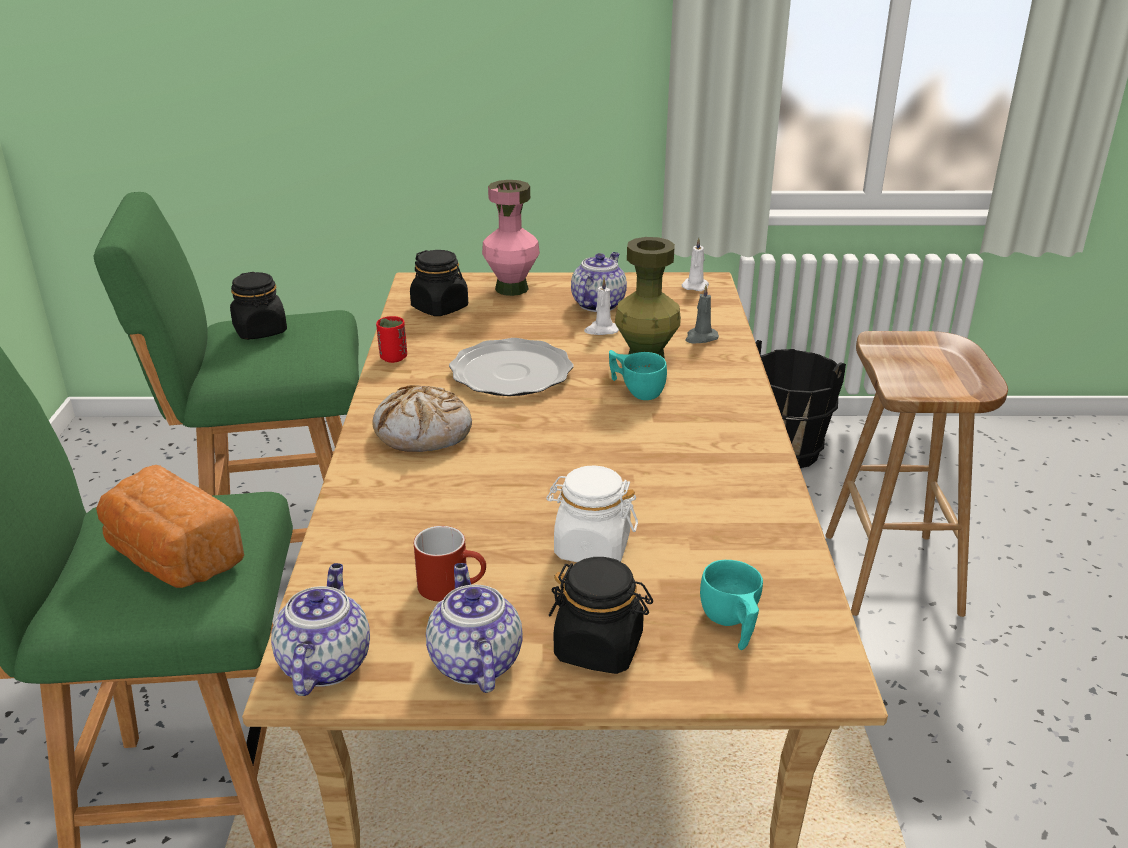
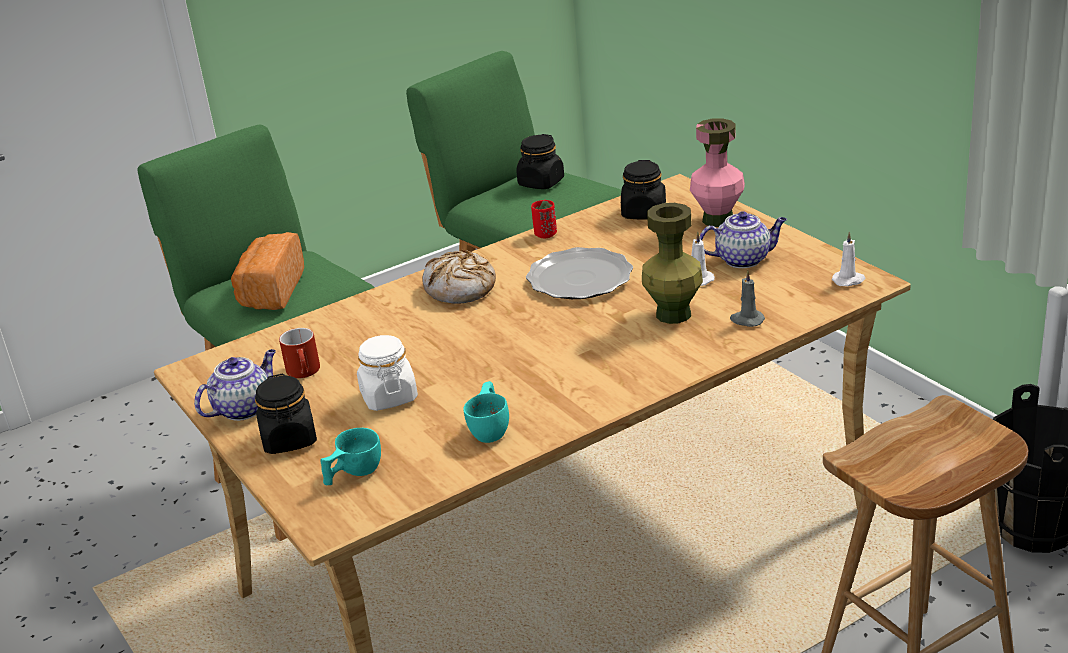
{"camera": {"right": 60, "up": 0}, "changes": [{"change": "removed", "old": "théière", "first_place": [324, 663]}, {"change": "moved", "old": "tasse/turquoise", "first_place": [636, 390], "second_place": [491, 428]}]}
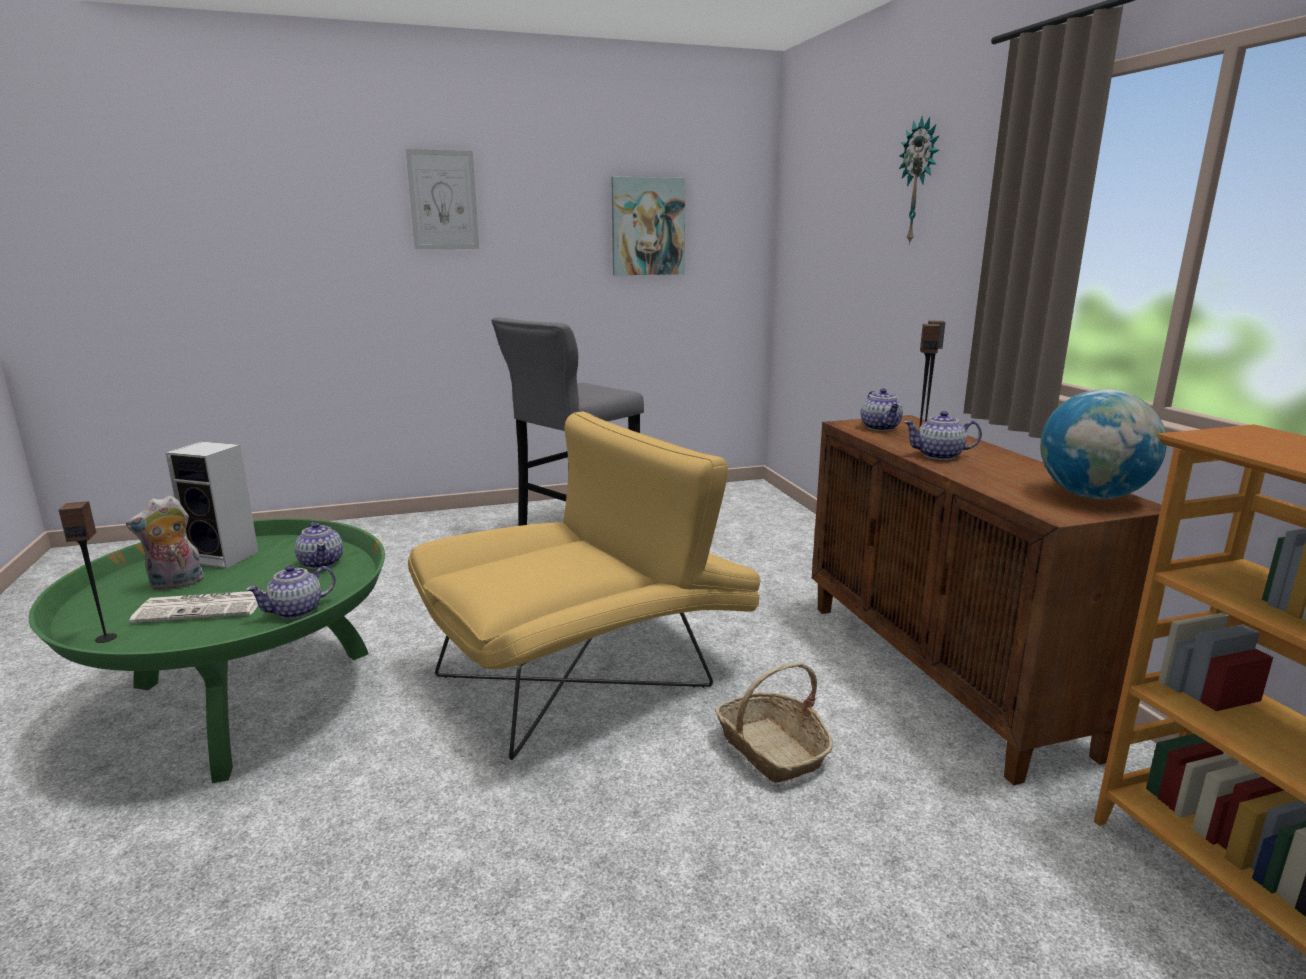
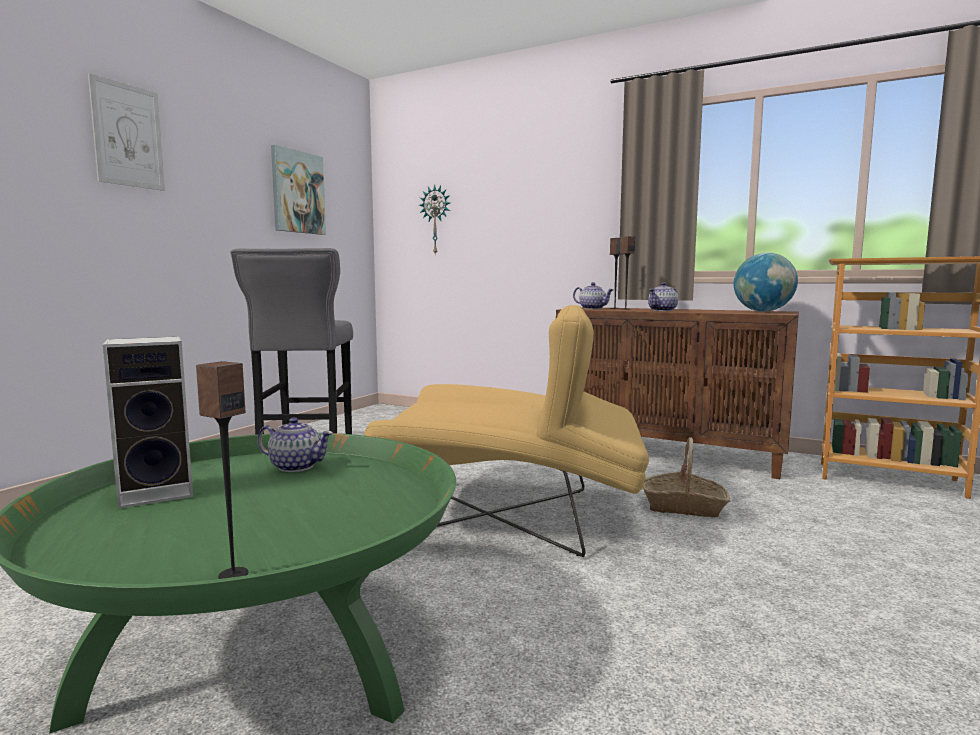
{"camera": {"right": -45, "up": -10}, "changes": [{"change": "removed", "old": "peluche", "first_place": [176, 584]}, {"change": "removed", "old": "journal", "first_place": [204, 607]}, {"change": "removed", "old": "théière", "first_place": [297, 611]}, {"change": "moved", "old": "horloge murale", "first_place": [920, 181], "second_place": [436, 220]}, {"change": "turned", "old": "fauteuil/jaune", "first_place": [589, 671], "second_place": [513, 516], "degrees": 90}]}
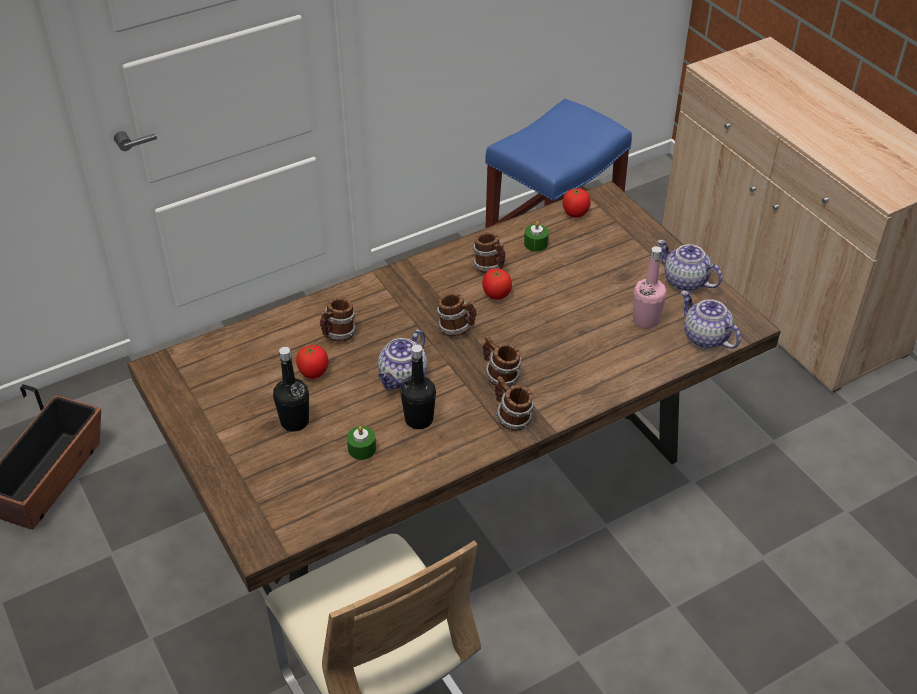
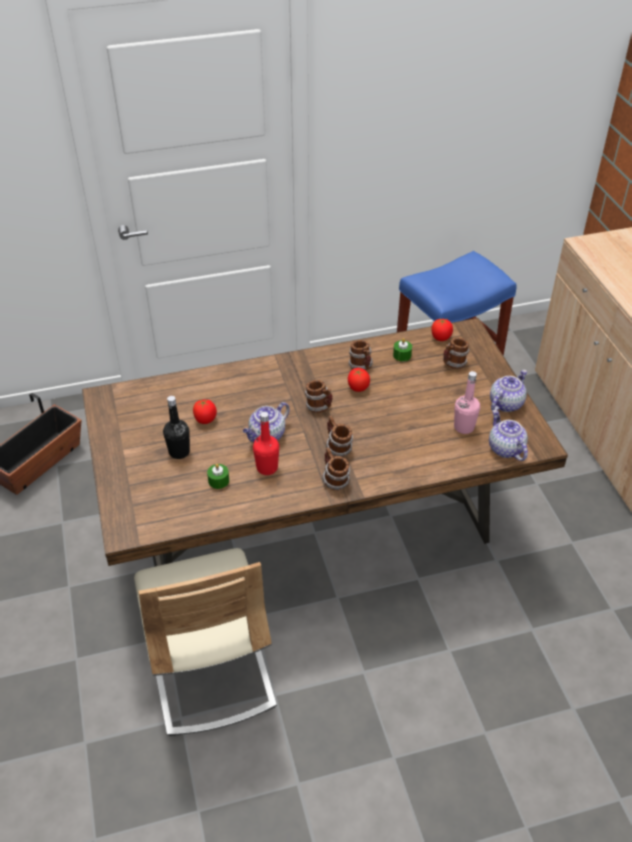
{"camera": {"right": 15, "up": 0}, "changes": [{"change": "moved", "old": "mug", "first_place": [338, 335], "second_place": [453, 364]}, {"change": "recoloured", "old": "bouteille/noir", "new": "bouteille/rouge", "first_place": [419, 419], "second_place": [267, 468]}, {"change": "turned", "old": "théière", "first_place": [684, 281], "second_place": [505, 403], "degrees": 75}]}
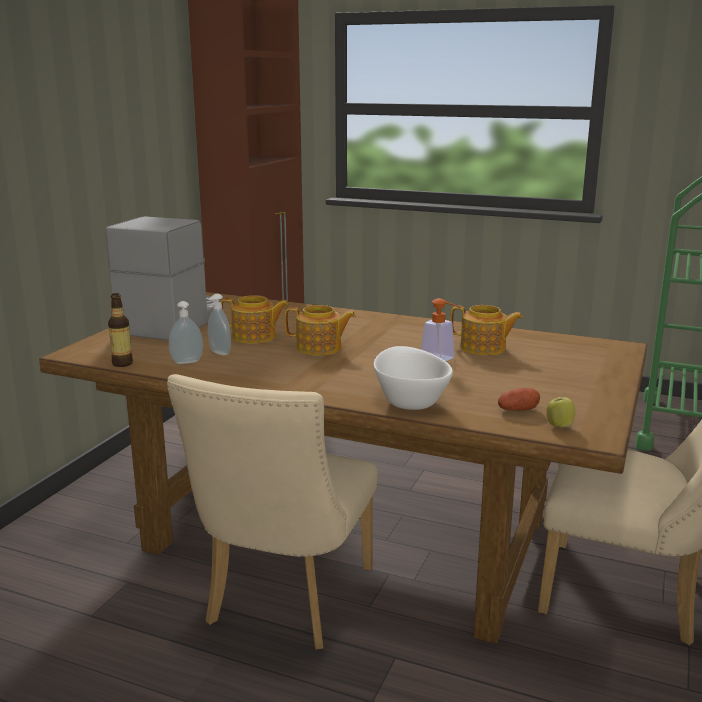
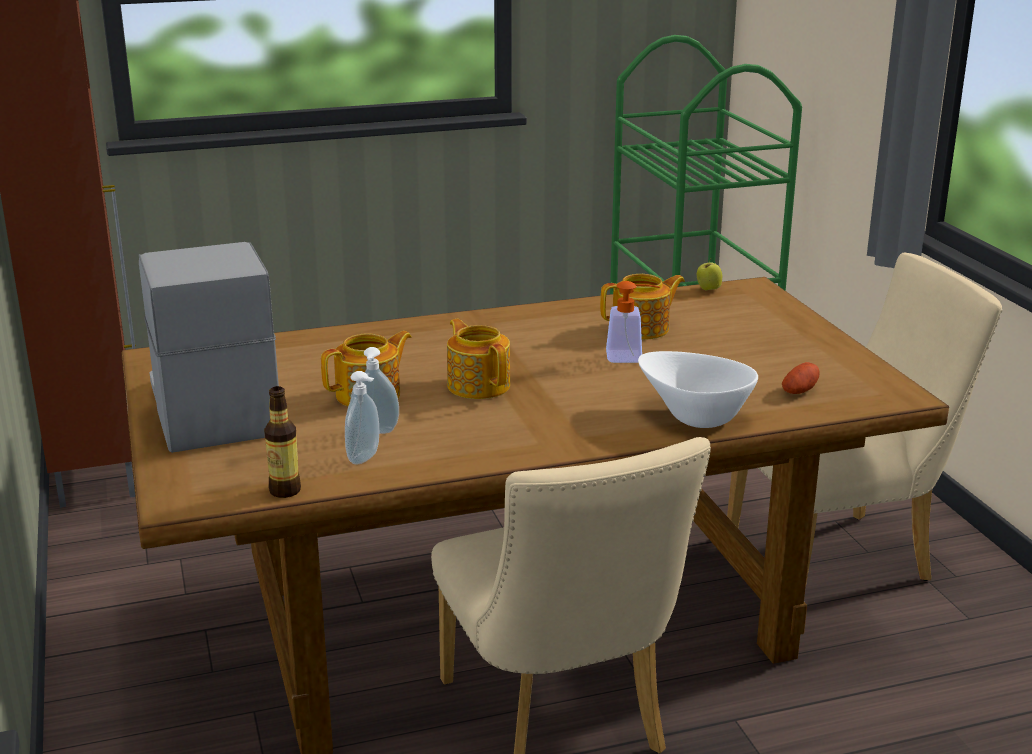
{"camera": {"right": -40, "up": 5}, "changes": [{"change": "moved", "old": "pomme", "first_place": [559, 426], "second_place": [708, 290]}, {"change": "turned", "old": "théière", "first_place": [320, 348], "second_place": [478, 385], "degrees": -90}]}
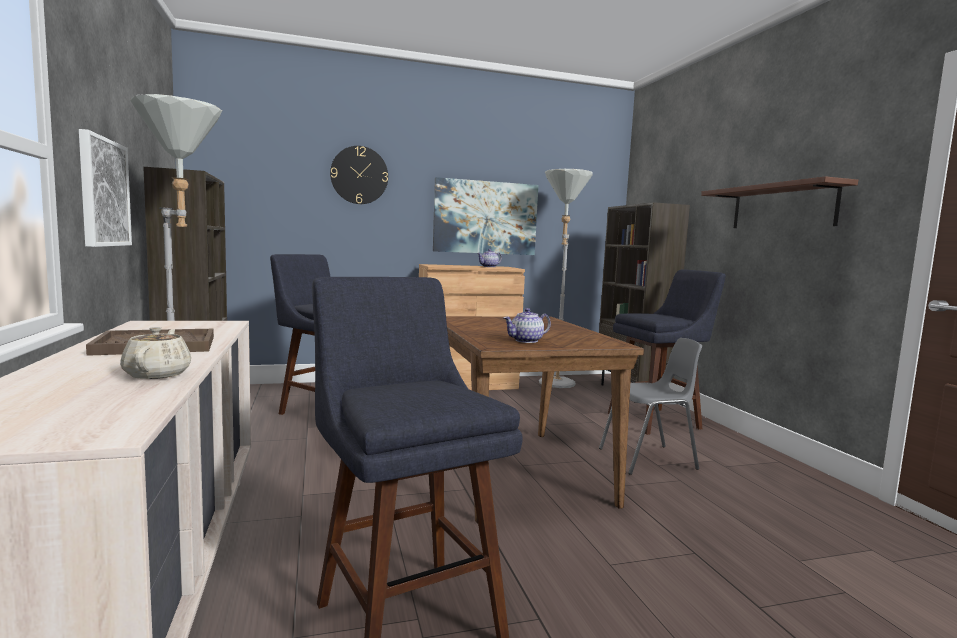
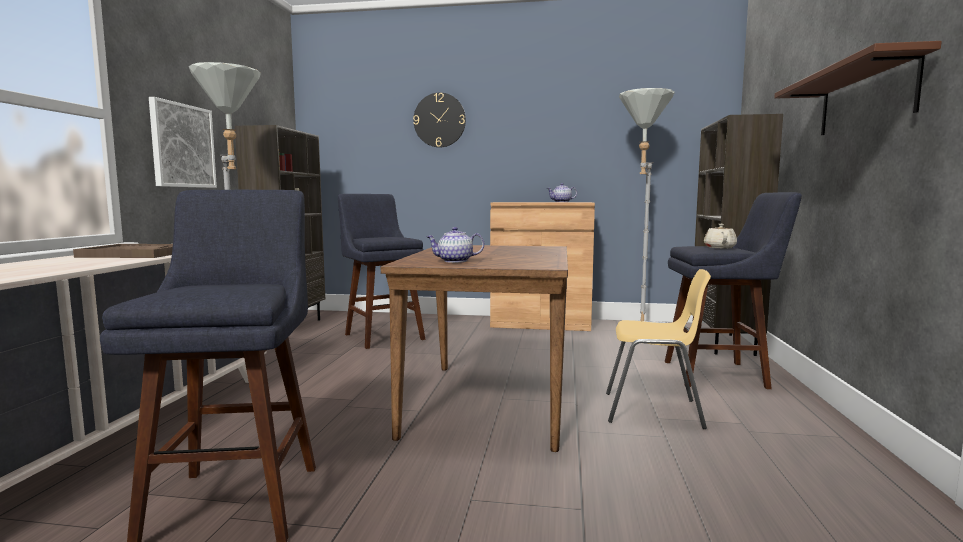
{"camera": {"right": 25, "up": 0}, "changes": [{"change": "removed", "old": "tableau", "first_place": [485, 217]}, {"change": "moved", "old": "théière/beige", "first_place": [158, 374], "second_place": [719, 247]}, {"change": "recoloured", "old": "chaise/gris", "new": "chaise/jaune", "first_place": [648, 459], "second_place": [653, 411]}]}
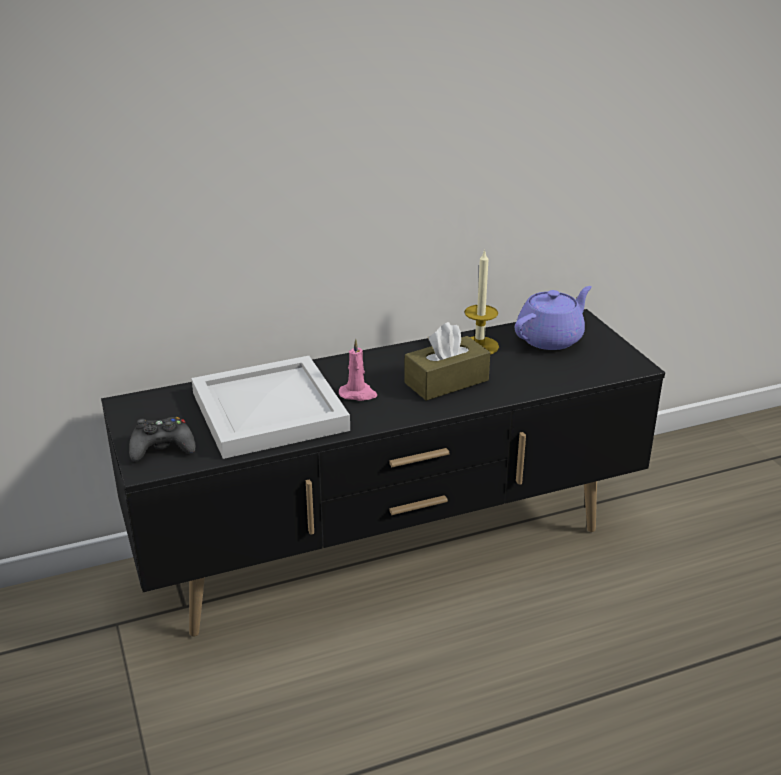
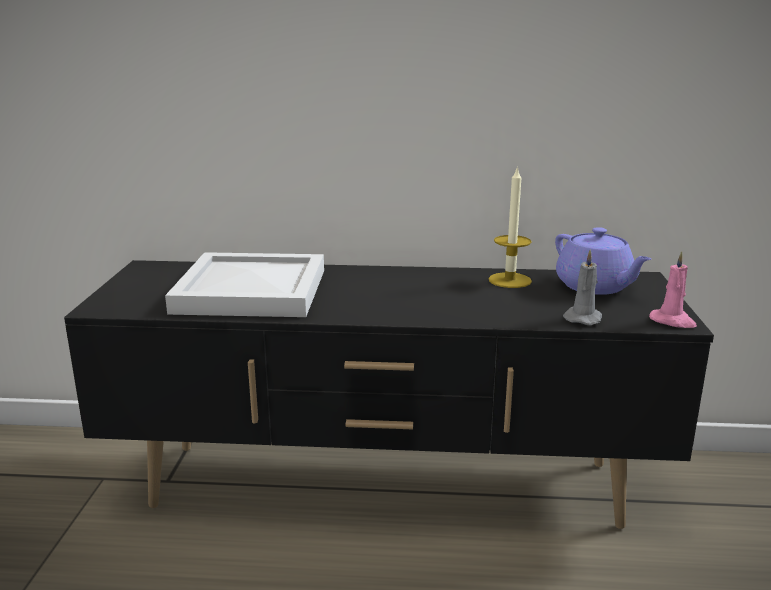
{"camera": {"right": 25, "up": -10}, "changes": [{"change": "removed", "old": "manette/noir", "first_place": [162, 447]}, {"change": "removed", "old": "boîte à mouchoirs/marron", "first_place": [446, 381]}, {"change": "added", "new": "bougie/gris", "second_place": [583, 318]}, {"change": "moved", "old": "bougie/rose", "first_place": [358, 394], "second_place": [673, 321]}, {"change": "turned", "old": "théière/violet", "first_place": [551, 338], "second_place": [595, 287], "degrees": 75}]}
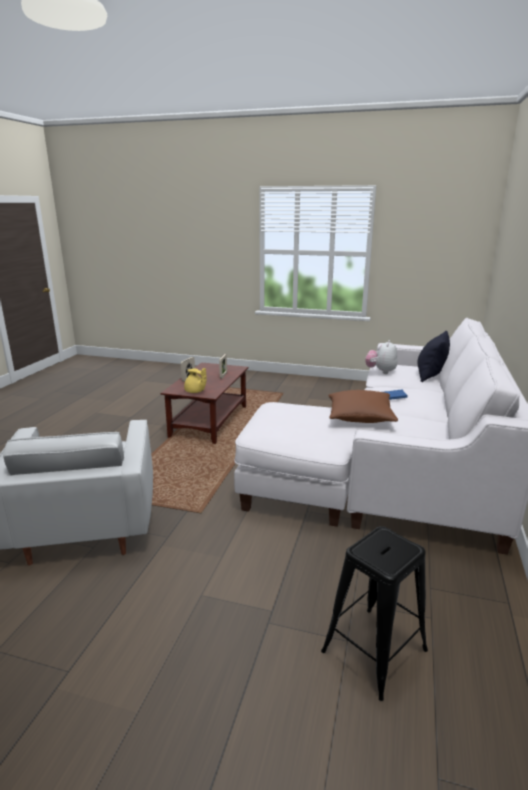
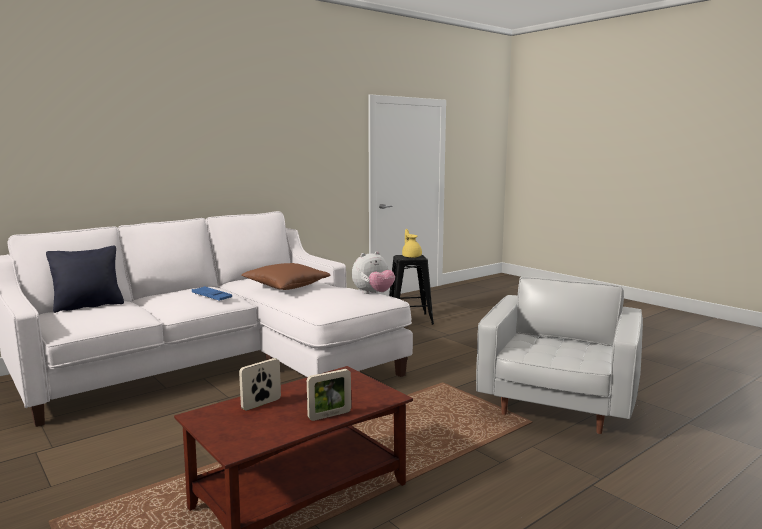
{"camera": {"right": -145, "up": -10}, "changes": [{"change": "moved", "old": "théière/jaune", "first_place": [195, 391], "second_place": [411, 257]}, {"change": "moved", "old": "peluche", "first_place": [381, 371], "second_place": [373, 294]}]}
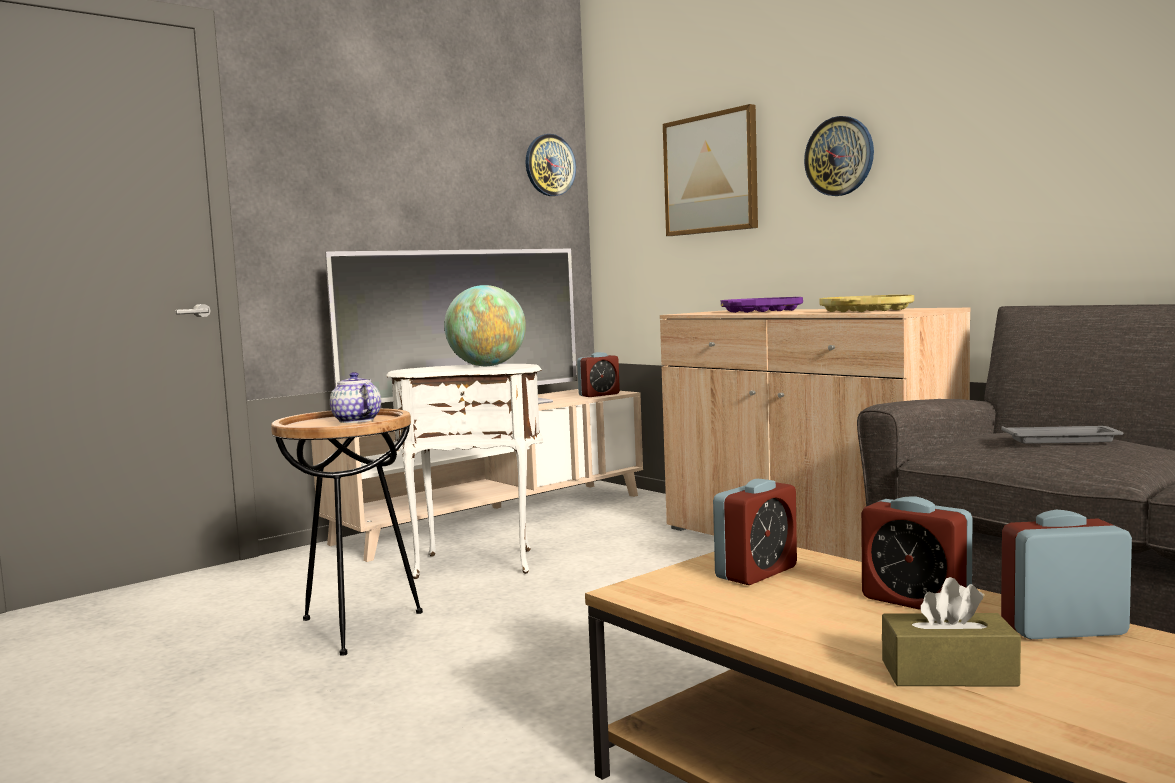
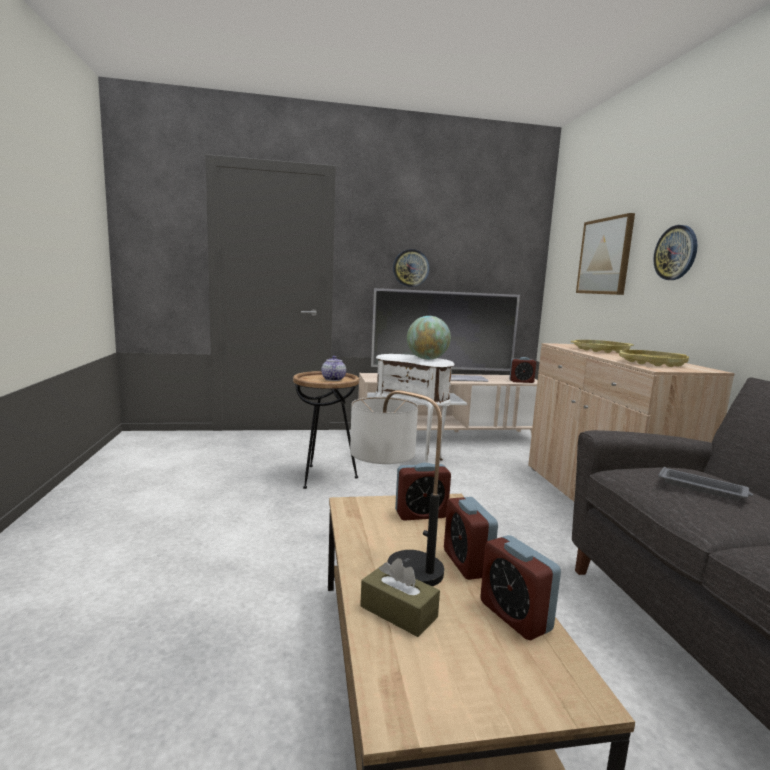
{"camera": {"right": 30, "up": 5}, "changes": [{"change": "added", "new": "lampe de table", "second_place": [393, 559]}, {"change": "moved", "old": "horloge murale", "first_place": [549, 165], "second_place": [411, 268]}, {"change": "recoloured", "old": "plateau/violet", "new": "plateau/jaune", "first_place": [762, 311], "second_place": [601, 350]}, {"change": "turned", "old": "réveil", "first_place": [1063, 629], "second_place": [515, 616], "degrees": -150}]}
